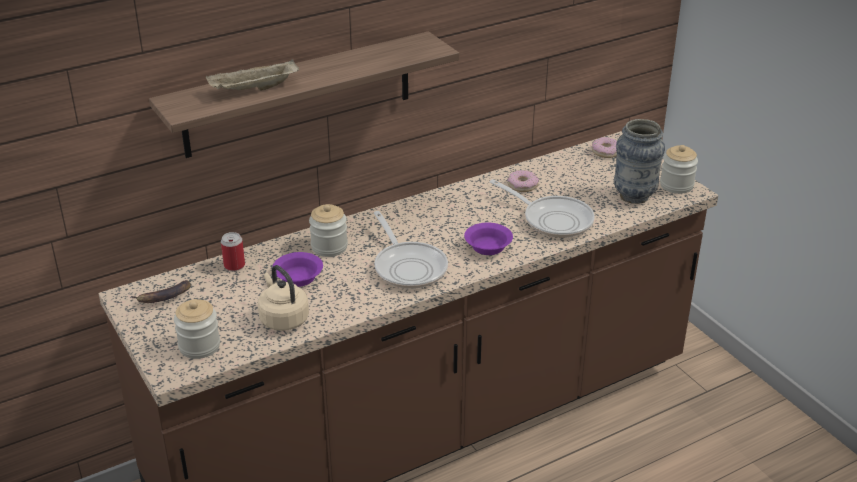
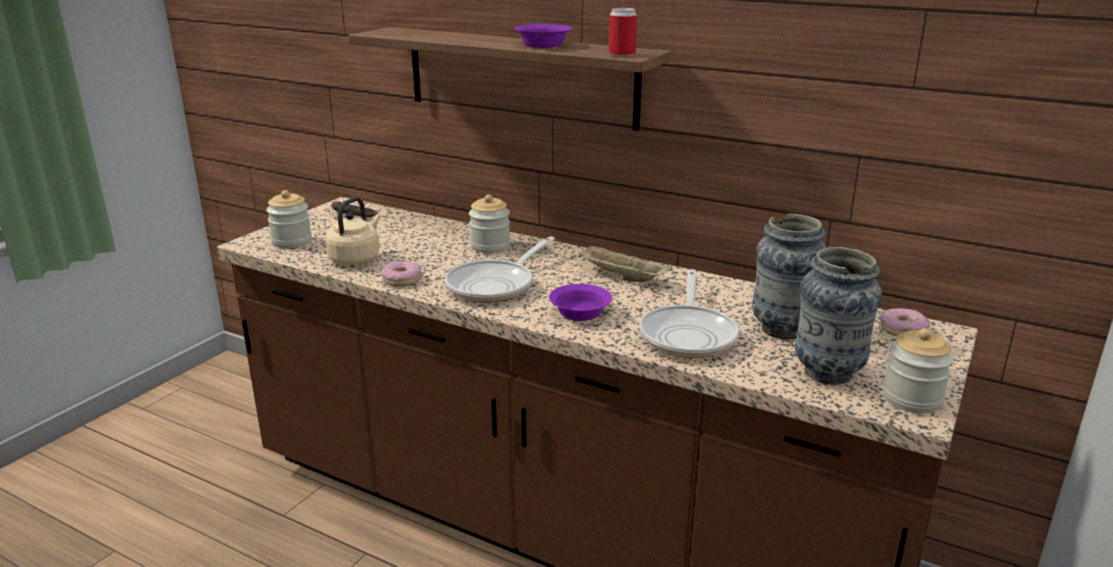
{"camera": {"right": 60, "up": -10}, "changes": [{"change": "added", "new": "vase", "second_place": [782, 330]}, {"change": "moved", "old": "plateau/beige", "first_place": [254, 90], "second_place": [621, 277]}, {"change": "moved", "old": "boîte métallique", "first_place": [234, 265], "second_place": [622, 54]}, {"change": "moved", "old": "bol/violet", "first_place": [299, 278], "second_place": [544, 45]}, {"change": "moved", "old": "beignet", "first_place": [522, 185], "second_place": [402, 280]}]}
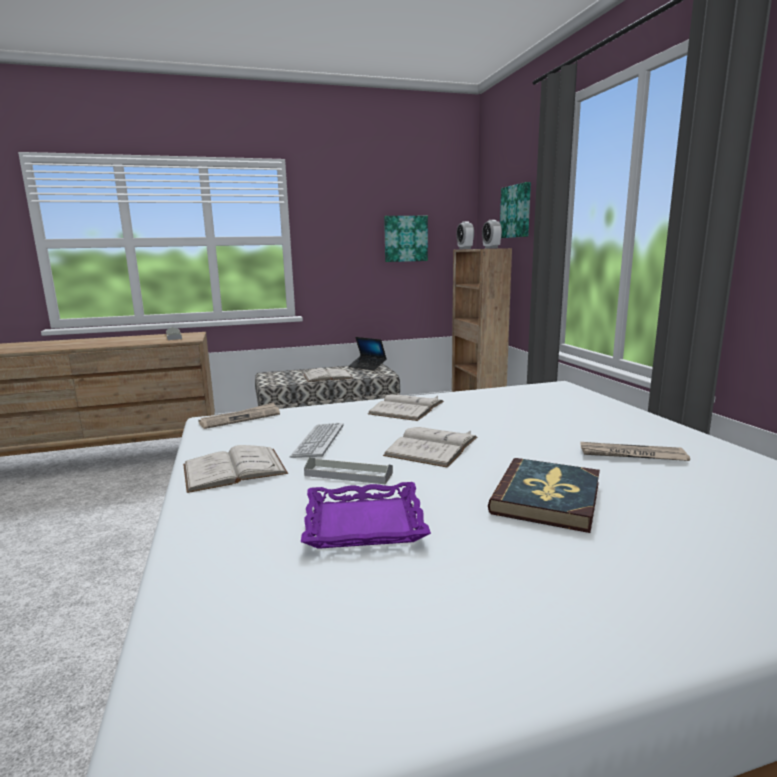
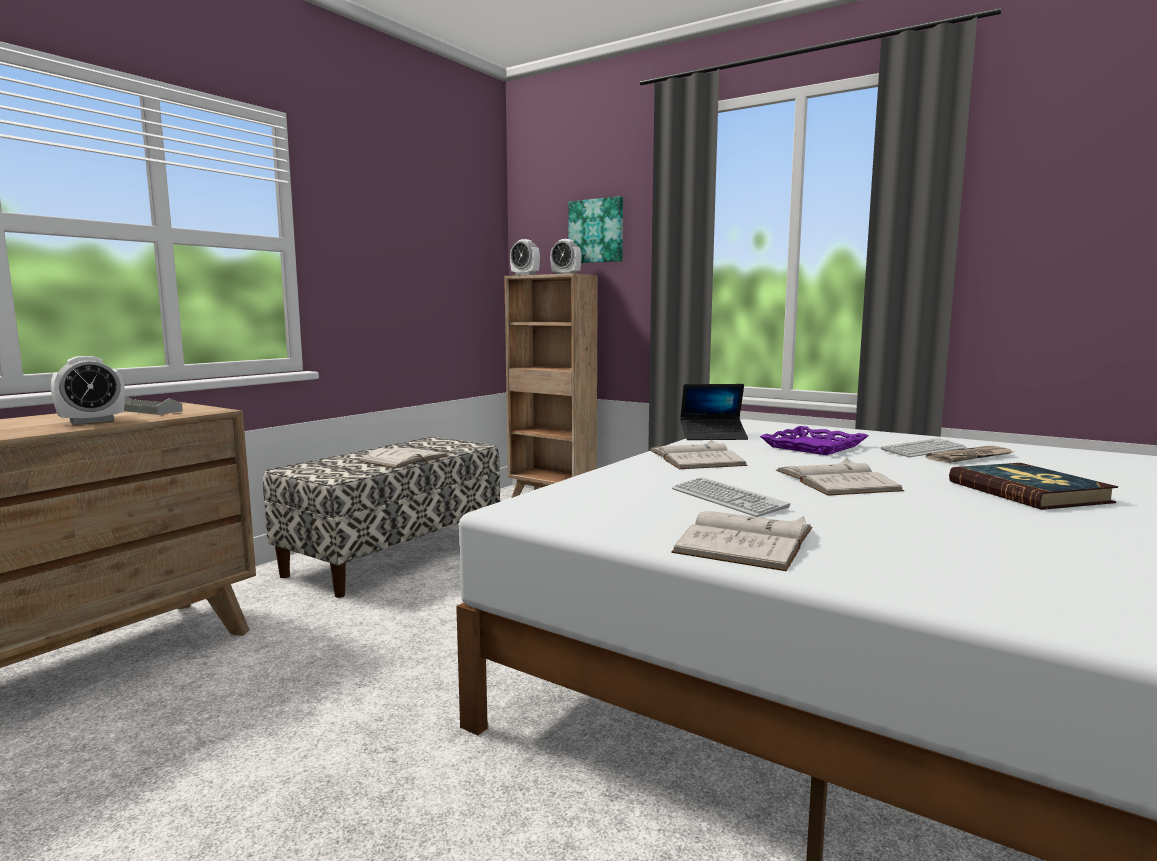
{"camera": {"right": -40, "up": -5}, "changes": [{"change": "removed", "old": "journal", "first_place": [241, 418]}, {"change": "removed", "old": "plateau/gris", "first_place": [348, 474]}, {"change": "removed", "old": "tableau", "first_place": [405, 238]}, {"change": "added", "new": "réveil", "second_place": [92, 421]}, {"change": "added", "new": "clavier", "second_place": [924, 450]}, {"change": "moved", "old": "plateau/violet", "first_place": [364, 522], "second_place": [813, 446]}, {"change": "moved", "old": "ordinateur portable", "first_place": [367, 366], "second_place": [713, 436]}]}
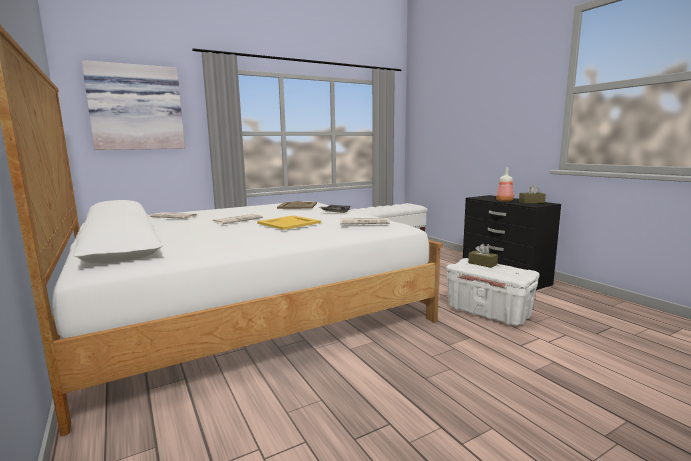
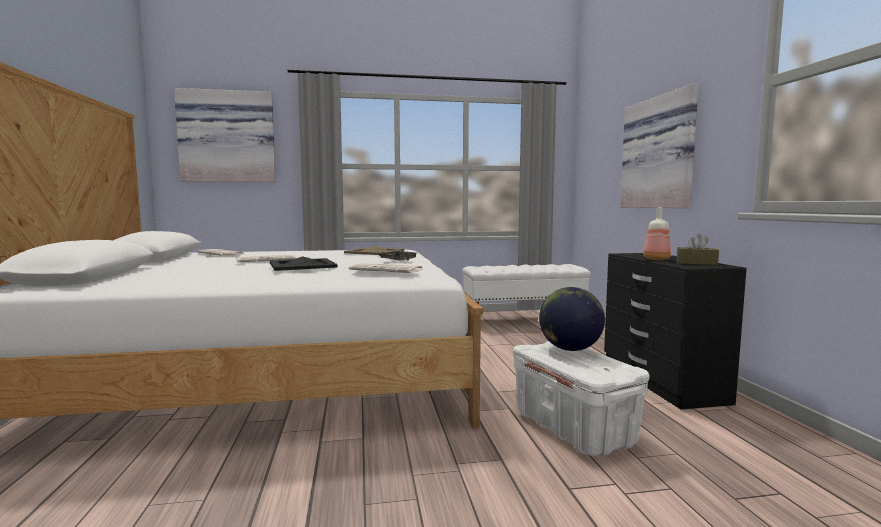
{"camera": {"right": 20, "up": -5}, "changes": [{"change": "added", "new": "tableau", "second_place": [660, 153]}, {"change": "replaced", "old": "boîte à mouchoirs/marron", "new": "globe", "first_place": [482, 264], "second_place": [570, 349]}, {"change": "recoloured", "old": "plateau/jaune", "new": "plateau/noir", "first_place": [289, 223], "second_place": [303, 265]}]}
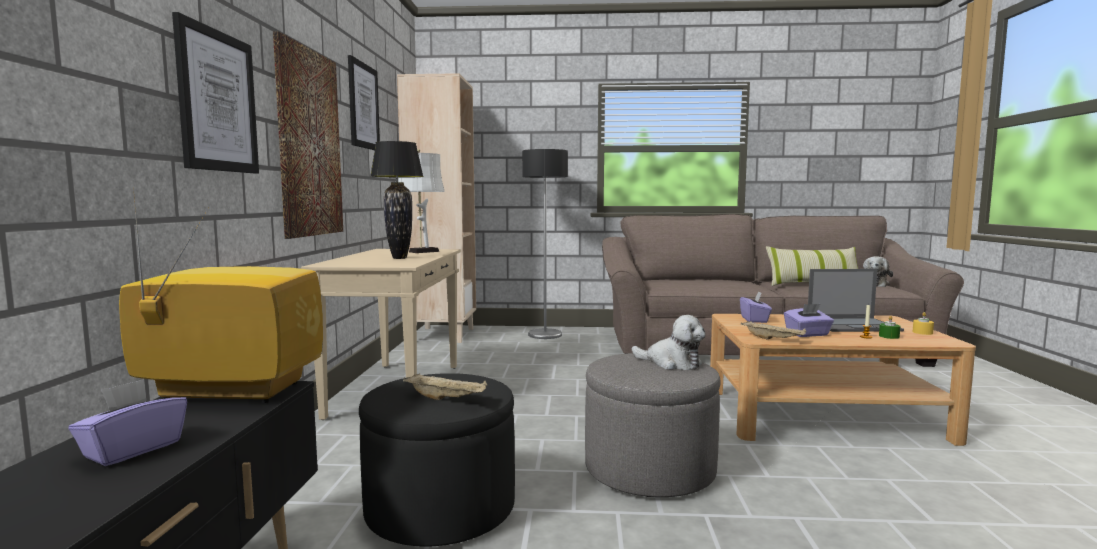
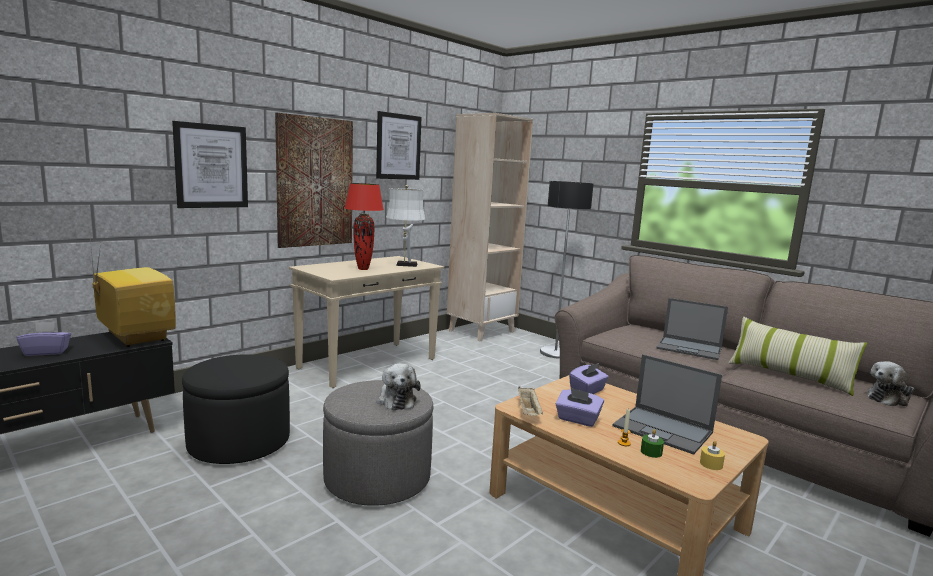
{"camera": {"right": 40, "up": 5}, "changes": [{"change": "removed", "old": "plateau/beige", "first_place": [447, 399]}, {"change": "added", "new": "ordinateur portable", "second_place": [690, 348]}, {"change": "recoloured", "old": "lampe de table/noir", "new": "lampe de table/rouge", "first_place": [399, 258], "second_place": [363, 269]}]}
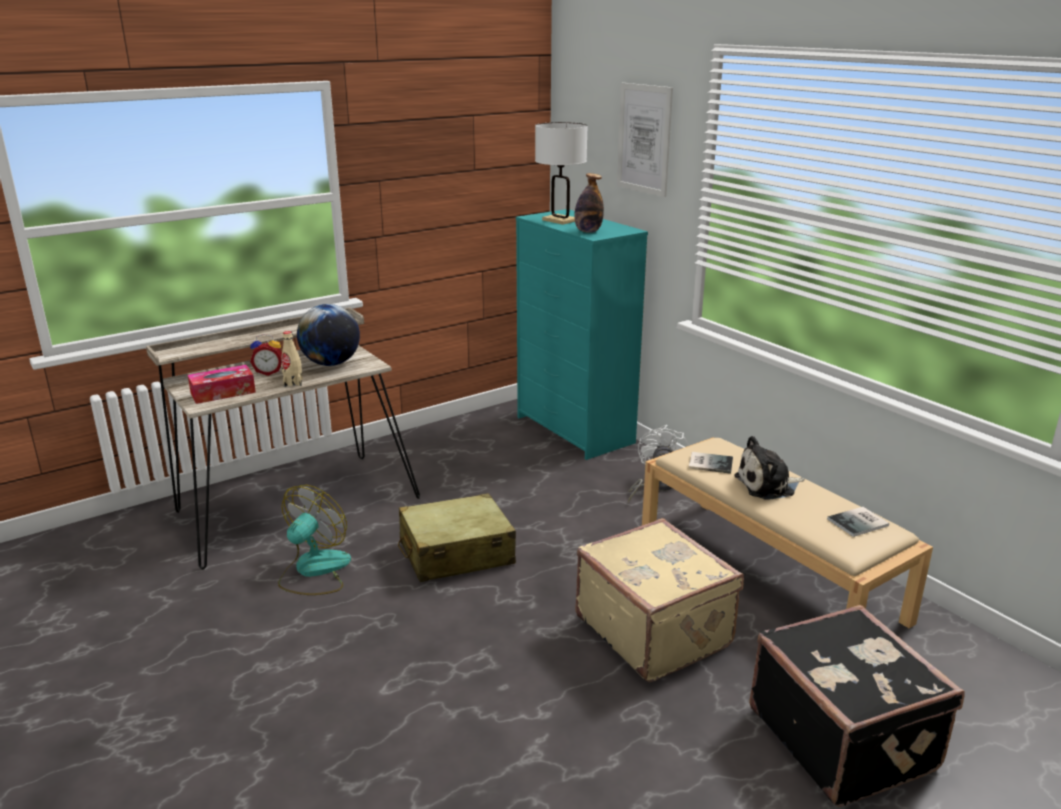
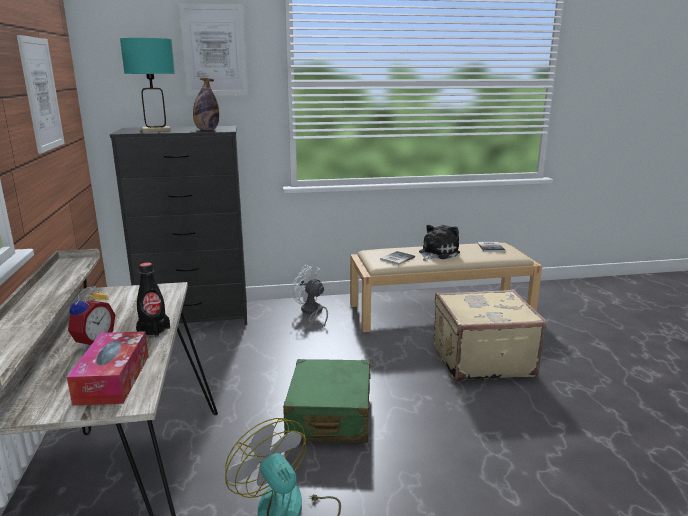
{"camera": {"right": -65, "up": -5}, "changes": [{"change": "removed", "old": "globe", "first_place": [331, 363]}, {"change": "removed", "old": "valise/noir", "first_place": [843, 737]}, {"change": "added", "new": "tableau", "second_place": [41, 94]}, {"change": "recoloured", "old": "bouteille/beige", "new": "bouteille/noir", "first_place": [293, 383], "second_place": [154, 331]}, {"change": "recoloured", "old": "valise/beige", "new": "valise/vert", "first_place": [456, 553], "second_place": [329, 415]}, {"change": "recoloured", "old": "commode/turquoise", "new": "commode/noir", "first_place": [575, 430], "second_place": [196, 317]}, {"change": "recoloured", "old": "lampe de table/blanc", "new": "lampe de table/turquoise", "first_place": [560, 220], "second_place": [156, 130]}, {"change": "turned", "old": "peluche", "first_place": [768, 485], "second_place": [437, 253], "degrees": -150}]}
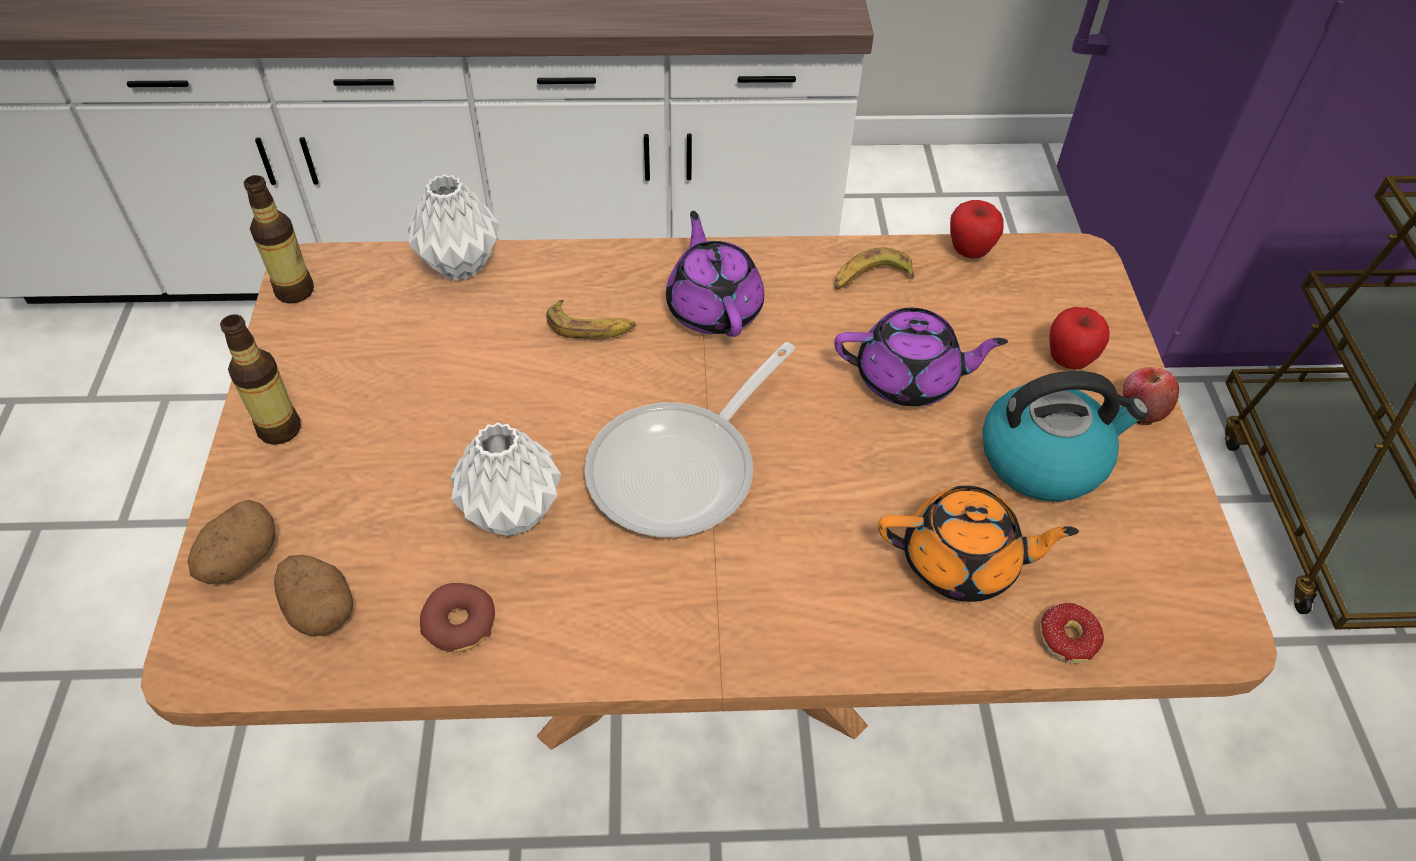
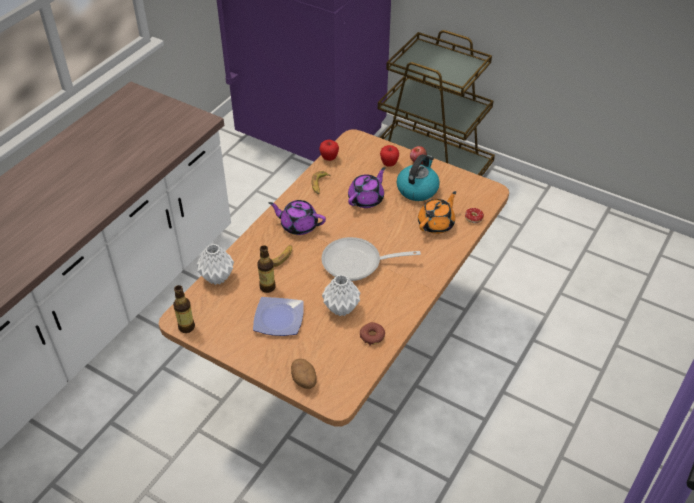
{"camera": {"right": -55, "up": -5}, "changes": [{"change": "removed", "old": "pomme de terre", "first_place": [320, 609]}, {"change": "added", "new": "assiette", "second_place": [280, 318]}, {"change": "moved", "old": "bouteille", "first_place": [279, 429], "second_place": [267, 287]}, {"change": "turned", "old": "poêle", "first_place": [682, 468], "second_place": [357, 263], "degrees": 105}]}
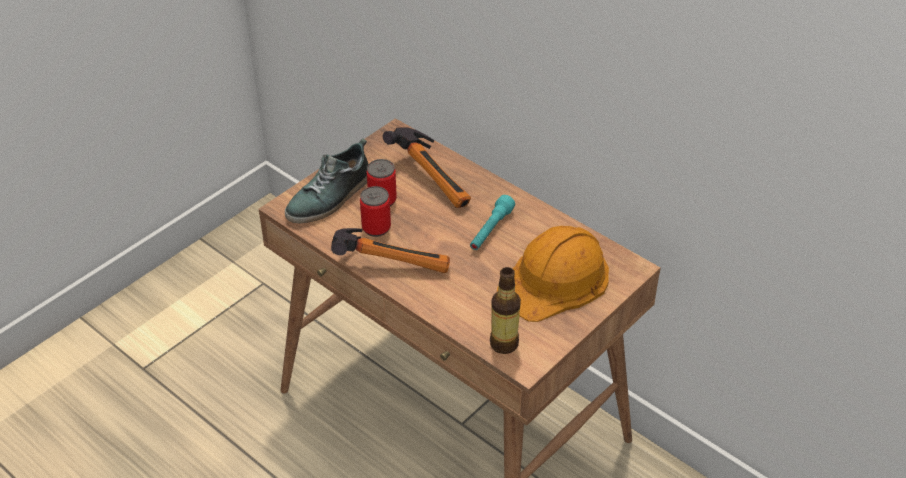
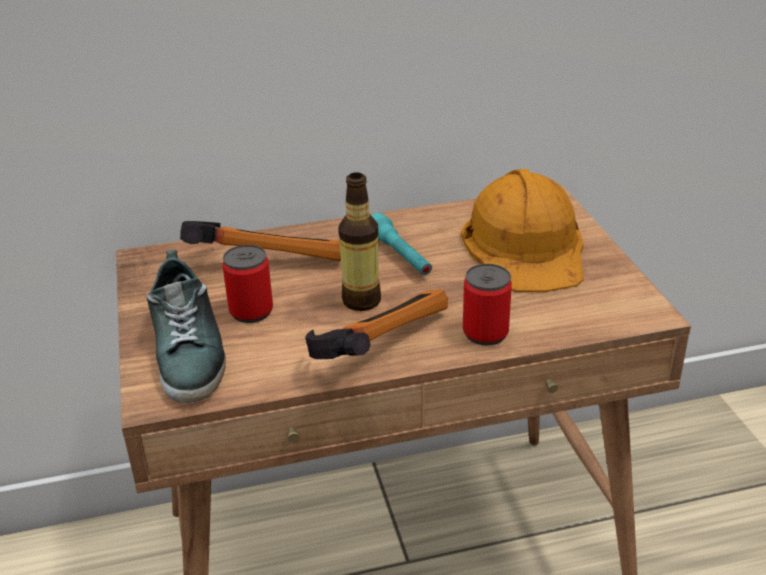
{"camera": {"right": -55, "up": -10}, "changes": [{"change": "moved", "old": "boîte métallique", "first_place": [376, 228], "second_place": [485, 333]}, {"change": "moved", "old": "bouteille", "first_place": [504, 344], "second_place": [361, 301]}]}
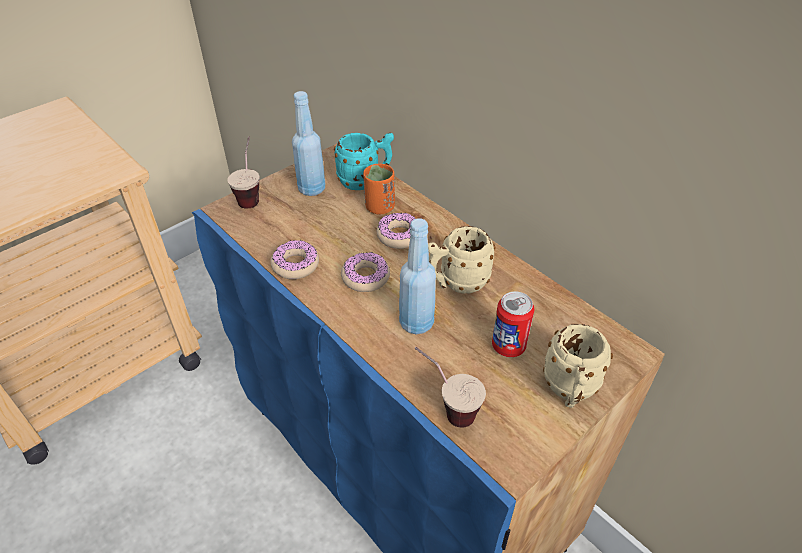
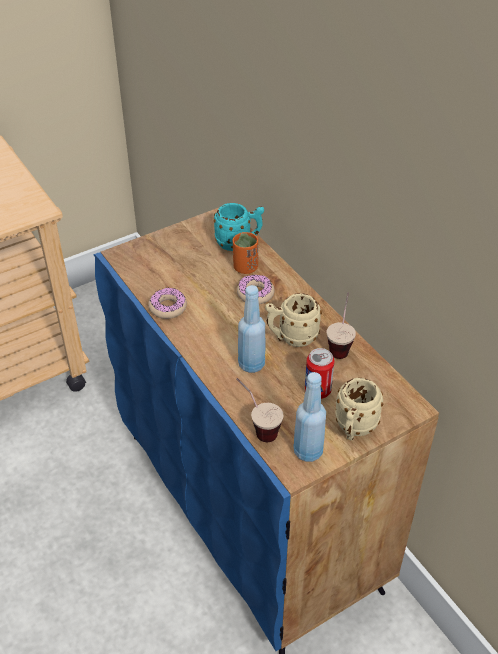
{"camera": {"right": 10, "up": 0}, "changes": [{"change": "removed", "old": "beignet", "first_place": [365, 277]}, {"change": "moved", "old": "tasse", "first_place": [251, 195], "second_place": [340, 344]}, {"change": "moved", "old": "bouteille/bleu", "first_place": [311, 189], "second_place": [308, 451]}]}
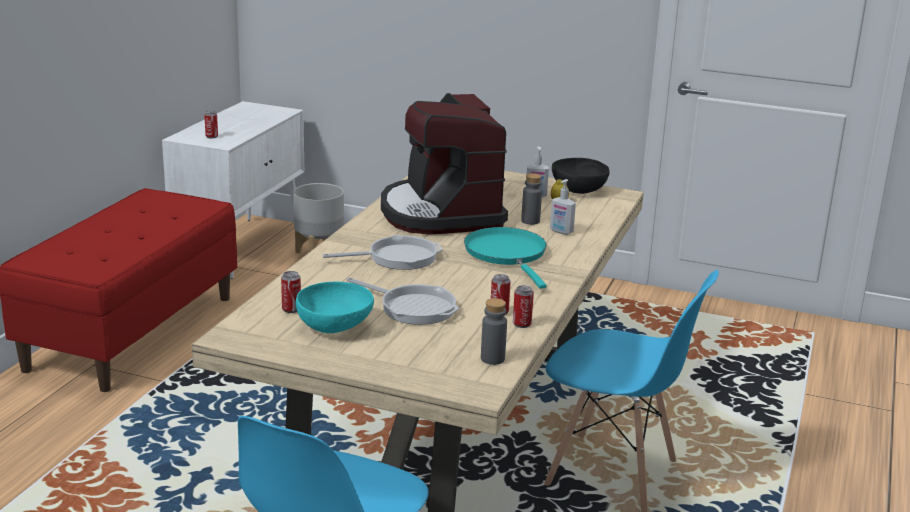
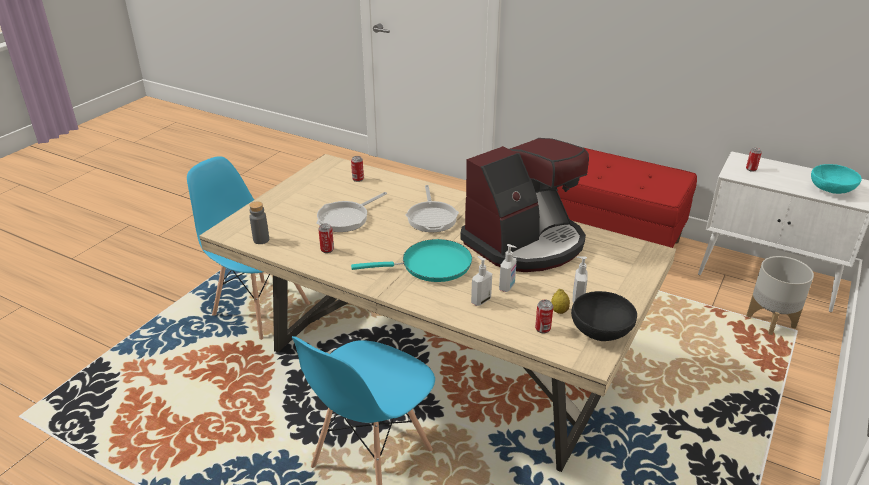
{"camera": {"right": 100, "up": 10}, "changes": [{"change": "moved", "old": "bol/turquoise", "first_place": [335, 326], "second_place": [831, 191]}, {"change": "moved", "old": "boîte métallique", "first_place": [522, 324], "second_place": [542, 329]}, {"change": "replaced", "old": "bouteille/gris", "new": "distributeur de savon", "first_place": [530, 221], "second_place": [507, 287]}, {"change": "turned", "old": "machine à café", "first_place": [441, 213], "second_place": [525, 243], "degrees": 150}]}
